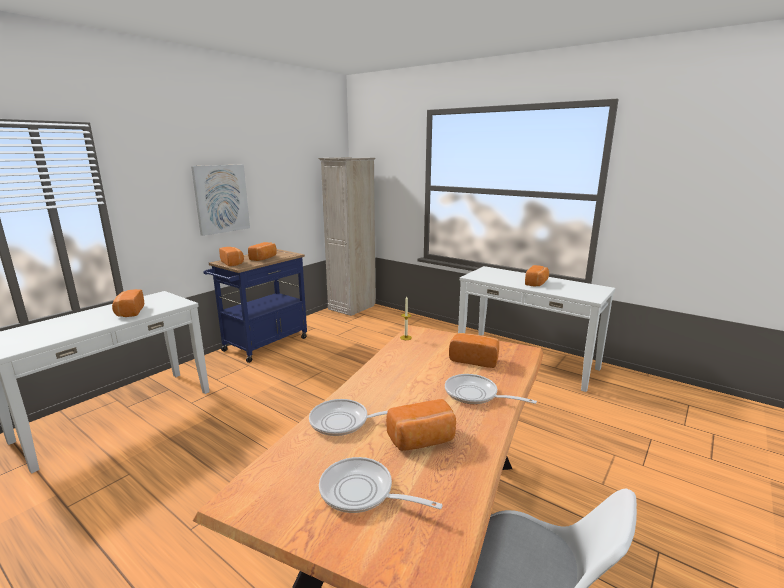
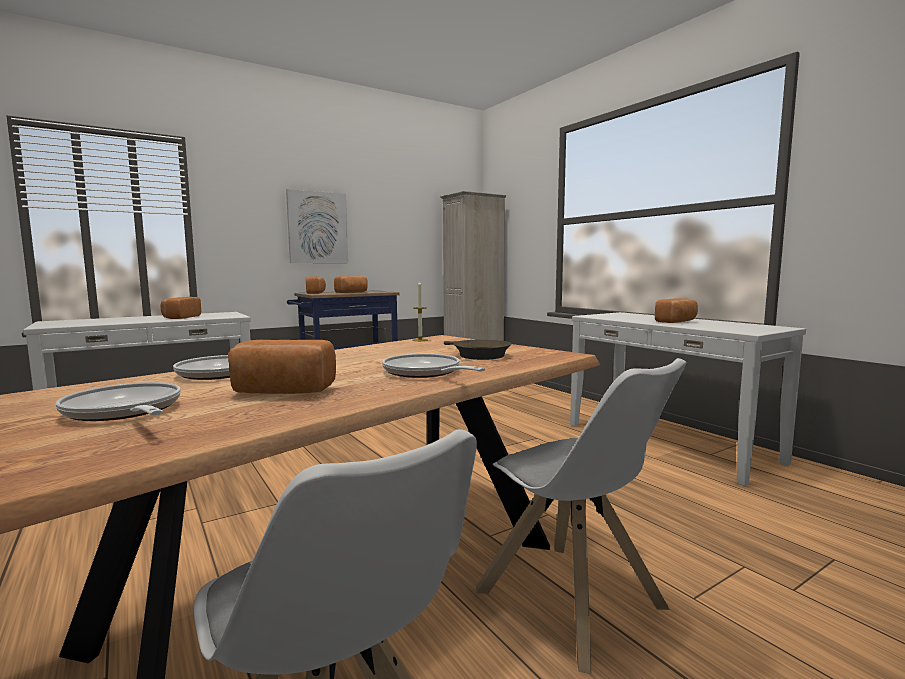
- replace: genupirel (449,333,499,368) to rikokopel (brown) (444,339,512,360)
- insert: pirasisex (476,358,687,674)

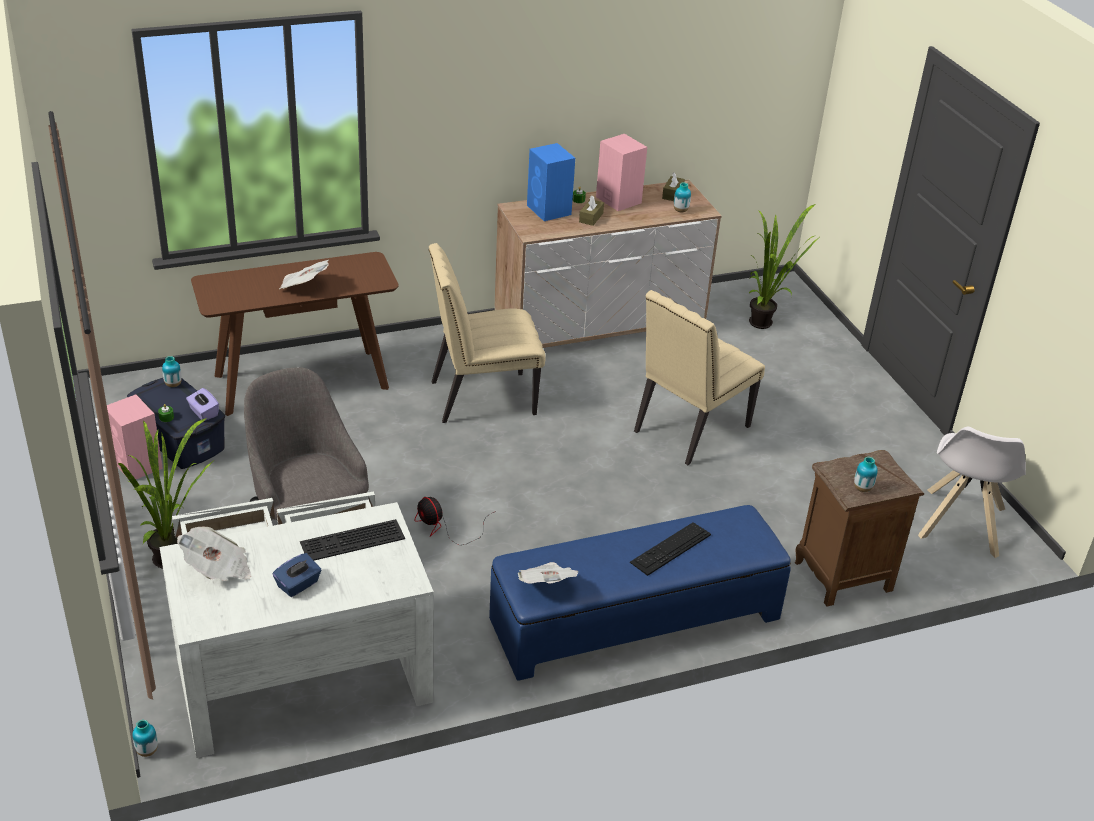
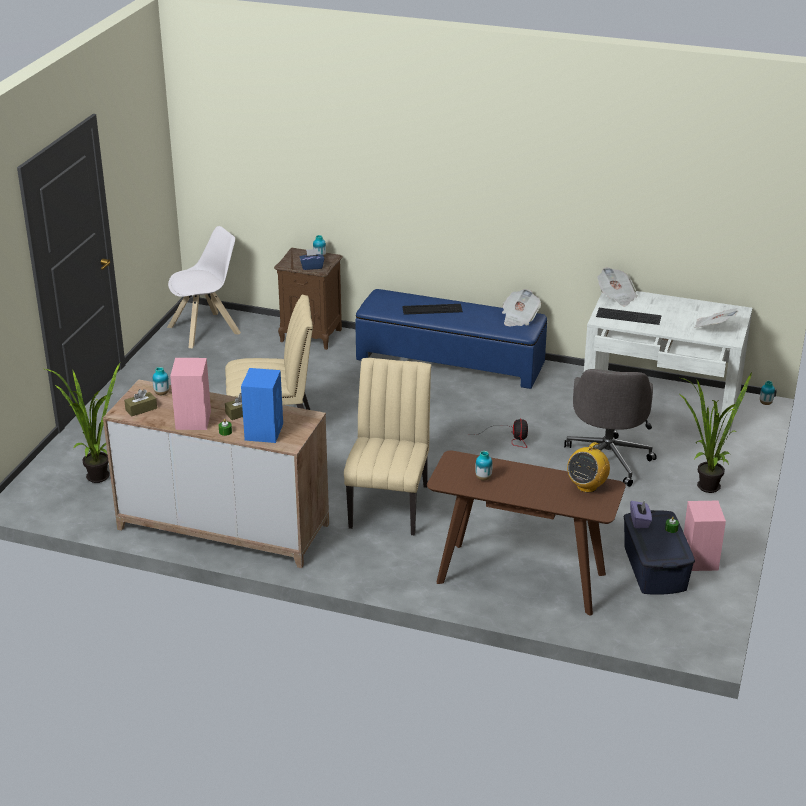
- move: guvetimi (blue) (273,553,322,597) to (300,249,324,270)
- rotate: pirasisex (beige) (429,243,546,423) = (344,358,431,536) 105 degrees counterclockwise
- move: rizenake (162,356,182,387) to (475,451,492,481)
- insert: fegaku (567,442,610,493)
- move: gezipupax (279,260,329,289) to (597,267,638,306)

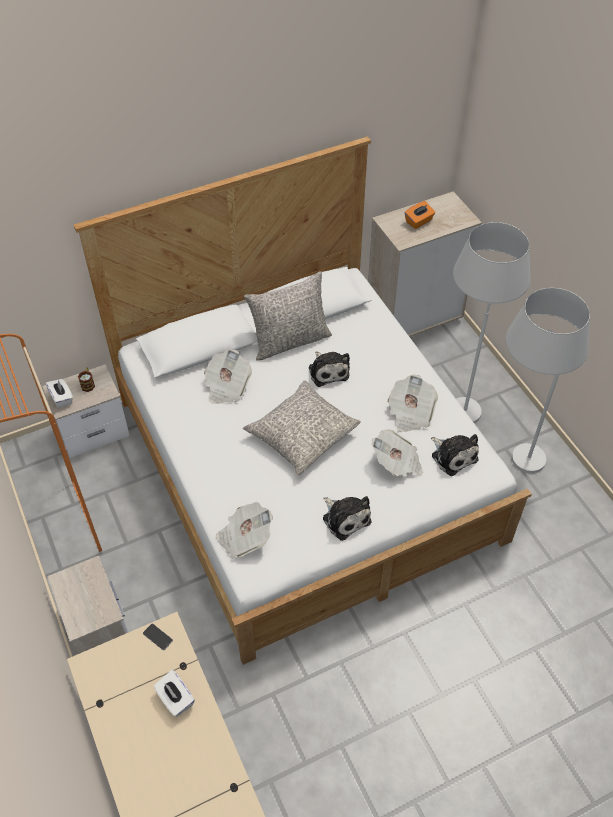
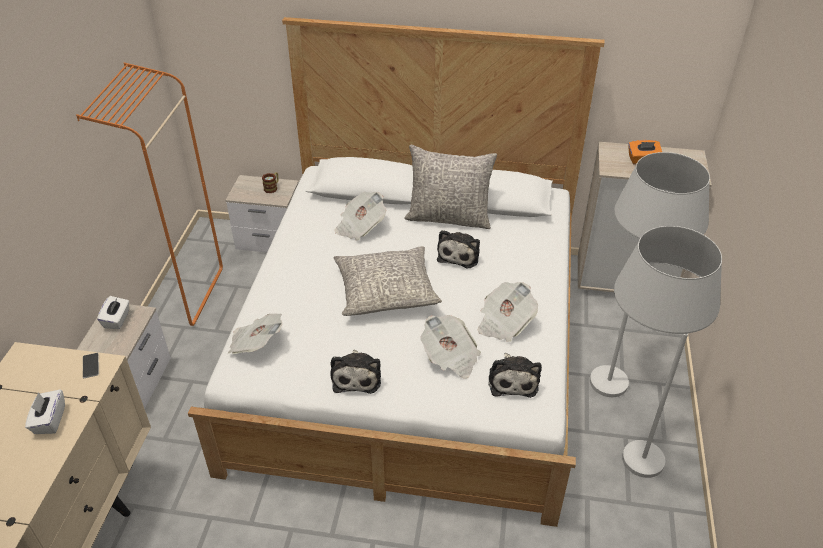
- move: guvetimi (white) (46,379,73,409) to (97,296,129,329)

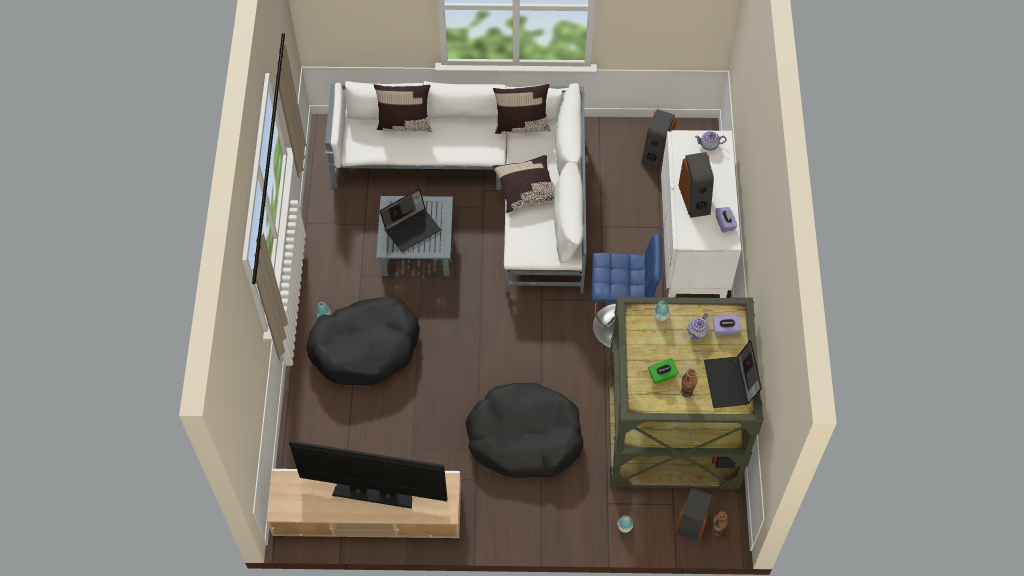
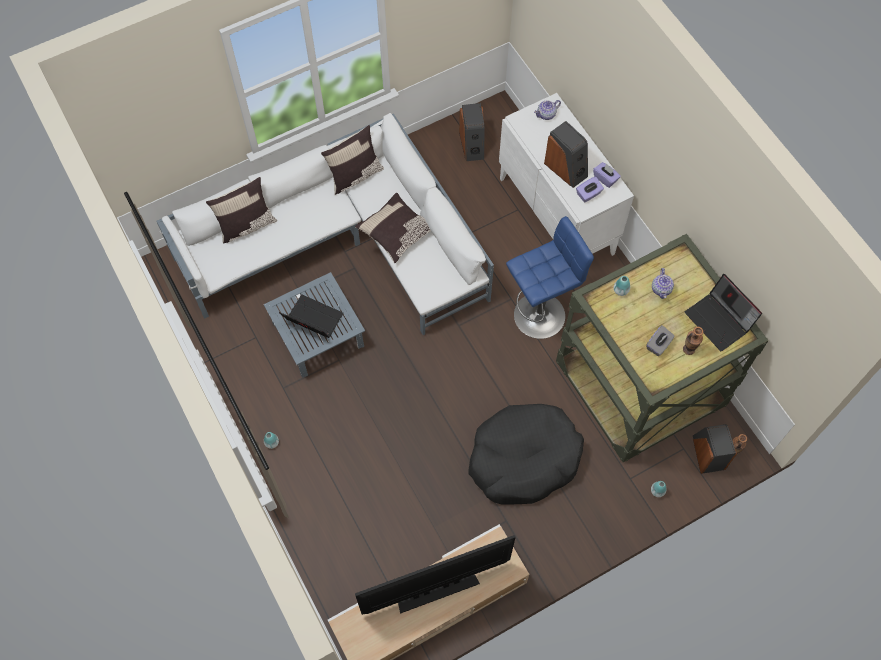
- rotate: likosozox (380,189,441,252) = (279,295,343,338) 90 degrees counterclockwise
- move: guvetimi (purple) (713,315,741,335) to (576,177,604,202)
- recolor: guvetimi (green) (648,358,679,384) to guvetimi (grey) (646,325,674,356)
- delete: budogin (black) (306,297,420,385)

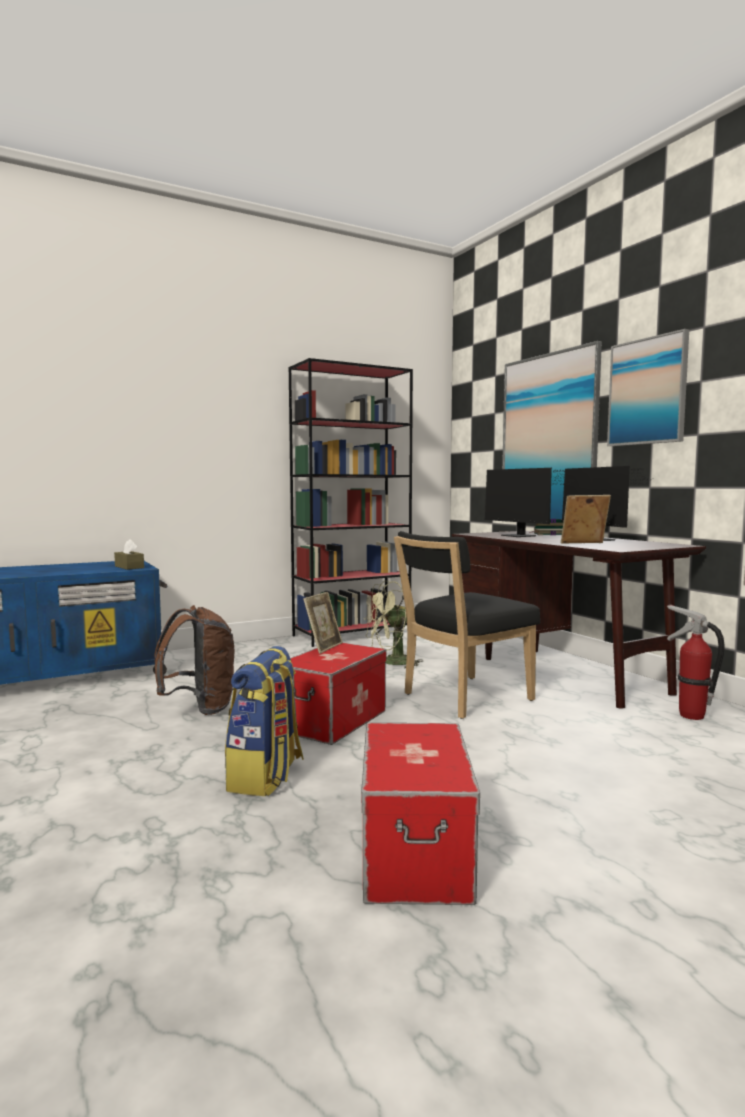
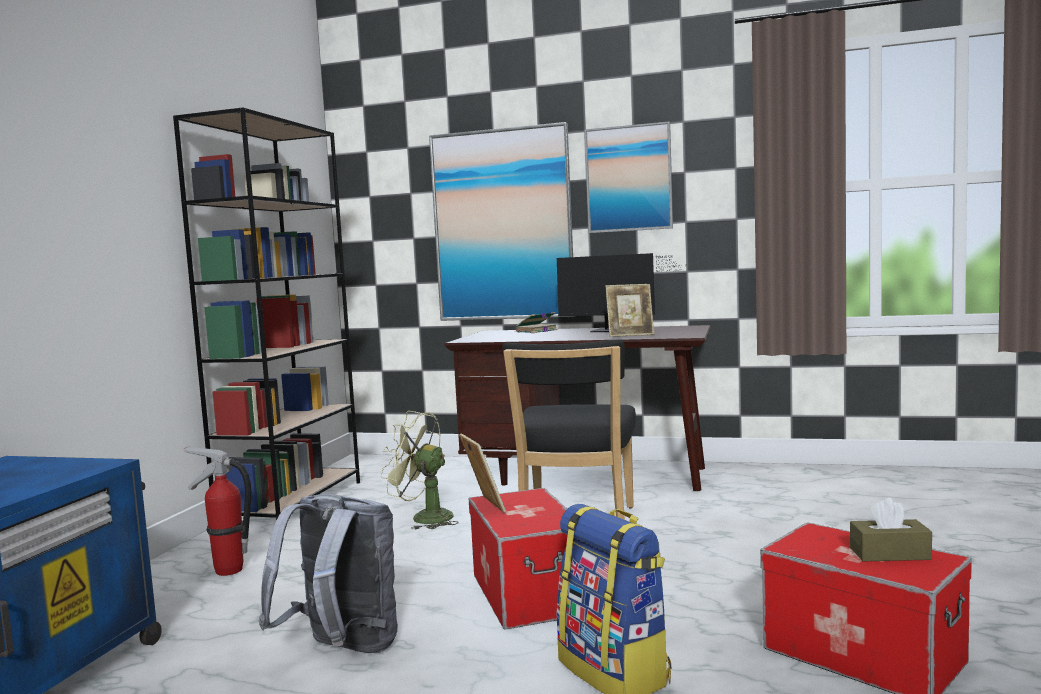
- recolor: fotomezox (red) (289,358,413,647) to fotomezox (beige) (173,108,360,520)
- move: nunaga (667,605,725,720) to (183,446,252,576)
- recolor: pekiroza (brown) (155,605,234,715) to pekiroza (grey) (258,493,398,653)
- rotate: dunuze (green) (364,581,424,669) = (381,411,459,530) 90 degrees clockwise
- rotate: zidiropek (561,495,611,544) = (606,284,654,337) 135 degrees counterclockwise
- move: guvetimi (brown) (114,539,144,570) to (850,498,932,561)
- delete: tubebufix (484,468,574,537)

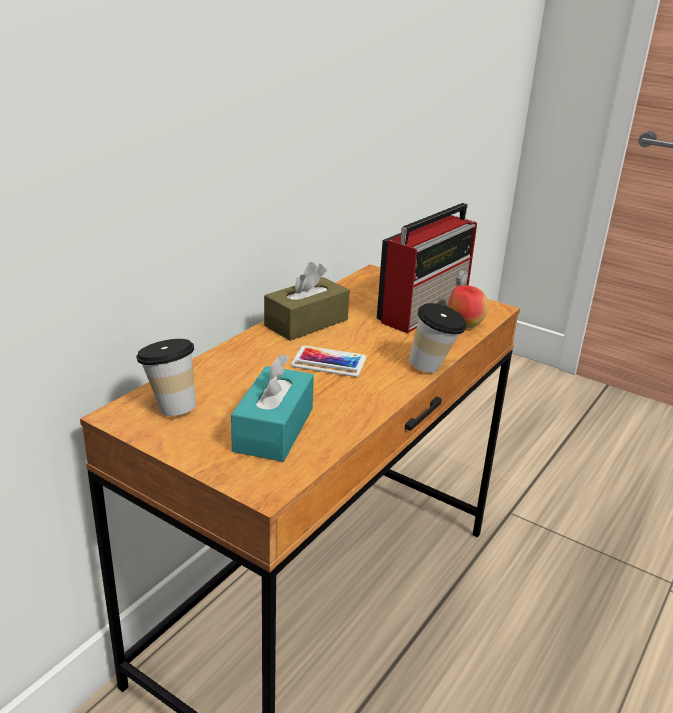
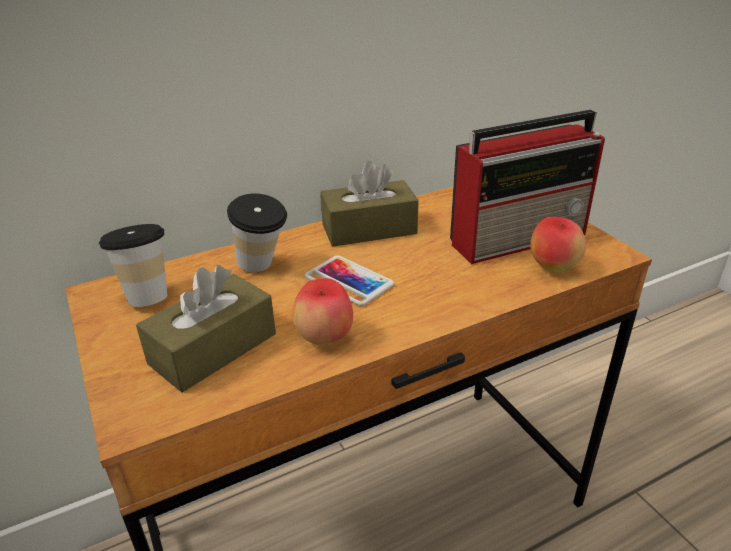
- recolor: guvetimi (turquoise) (231,354,314,462) to guvetimi (brown) (136,265,276,393)
- move: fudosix (409,303,467,373) to (227,193,287,272)
- insert: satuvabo (293,278,353,345)

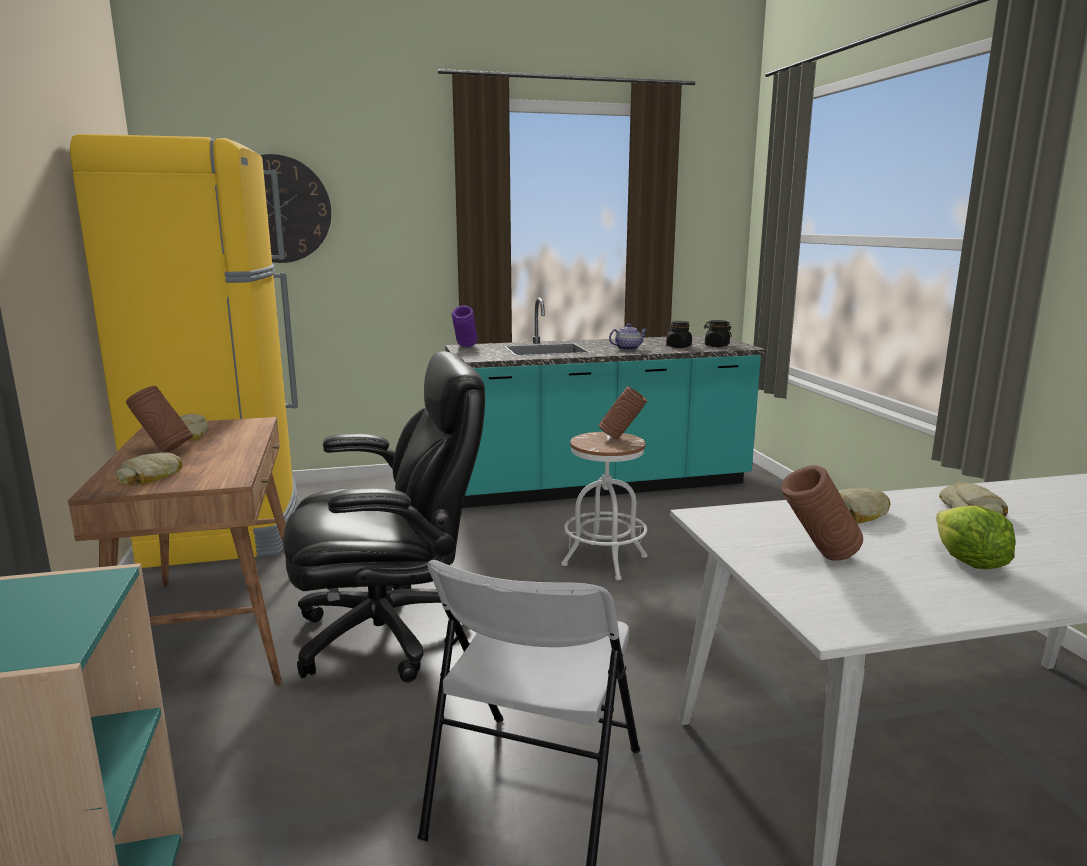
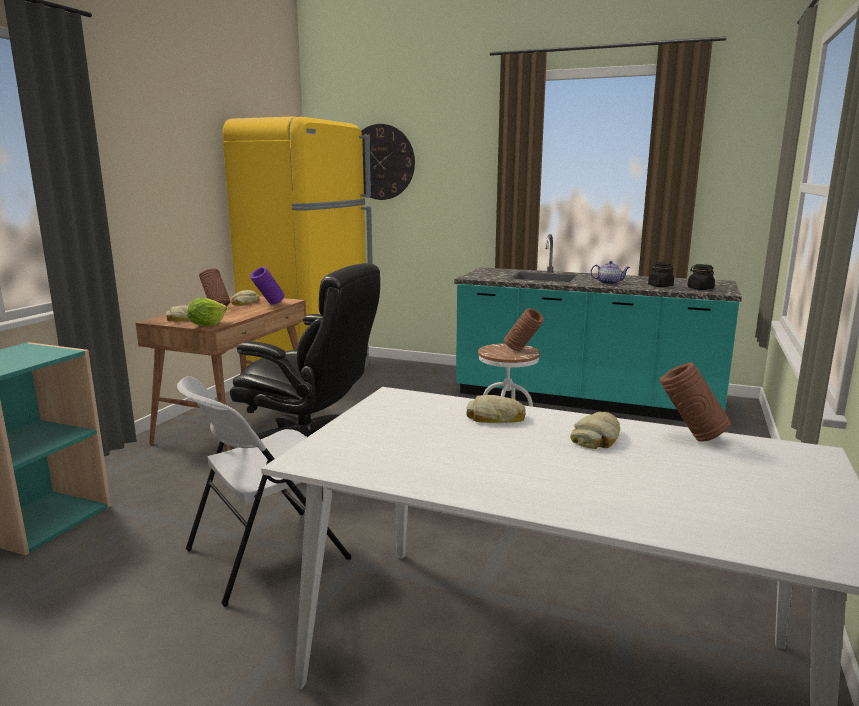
- move: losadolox (936,505,1016,569) to (187,298,227,326)
- move: rizenake (purple) (452,305,477,347) to (250,267,284,305)
- move: rizenake (brown) (782,465,863,561) to (660,362,731,441)

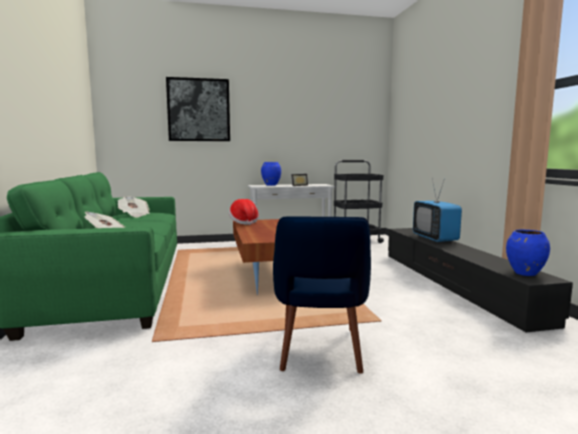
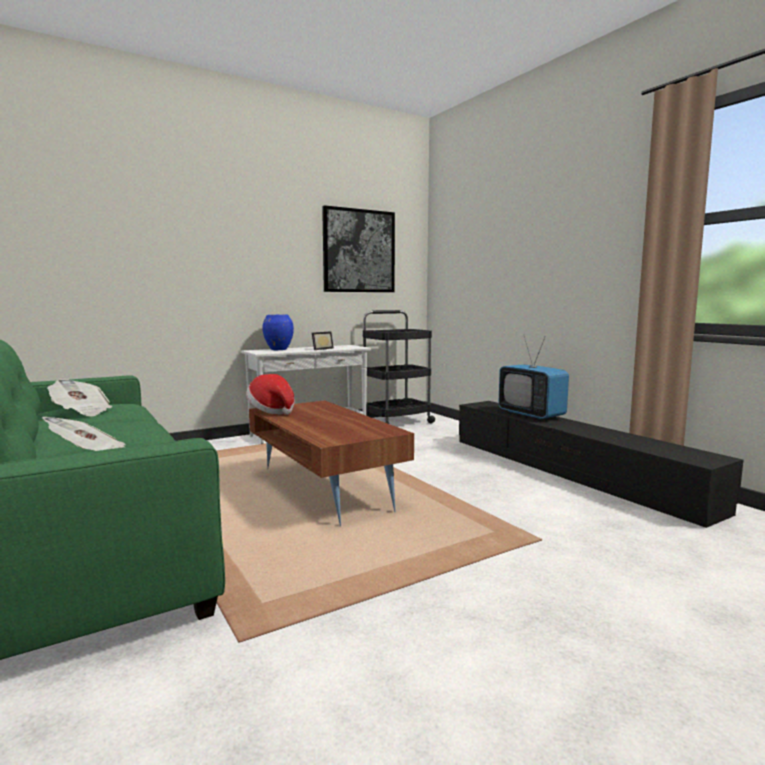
- move: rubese (166,77,230,141) to (322,205,395,292)
- delete: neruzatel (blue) (273,216,371,374)
- delete: rizenake (blue) (506,229,550,276)

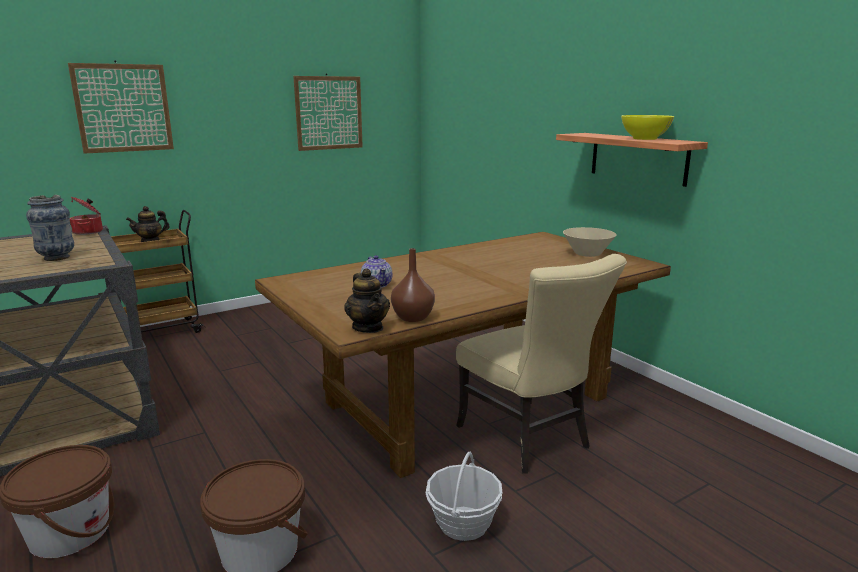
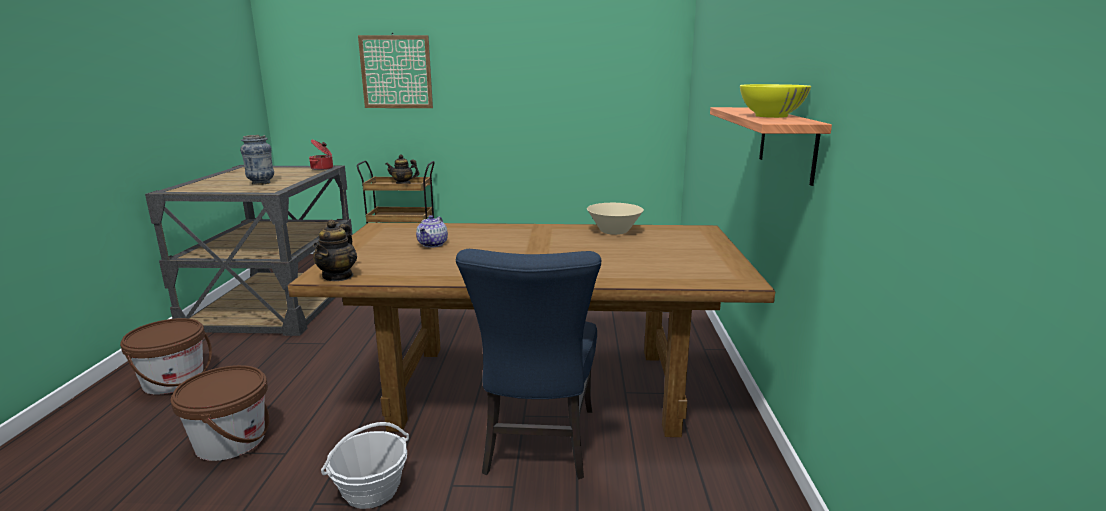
- recolor: pirasisex (beige) (456,254,627,473) to pirasisex (blue) (456,249,601,479)
- move: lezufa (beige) (563,227,617,257) to (587,203,644,235)
- delete: rubese (293,73,363,151)
- delete: rizenake (brown) (391,248,435,322)

